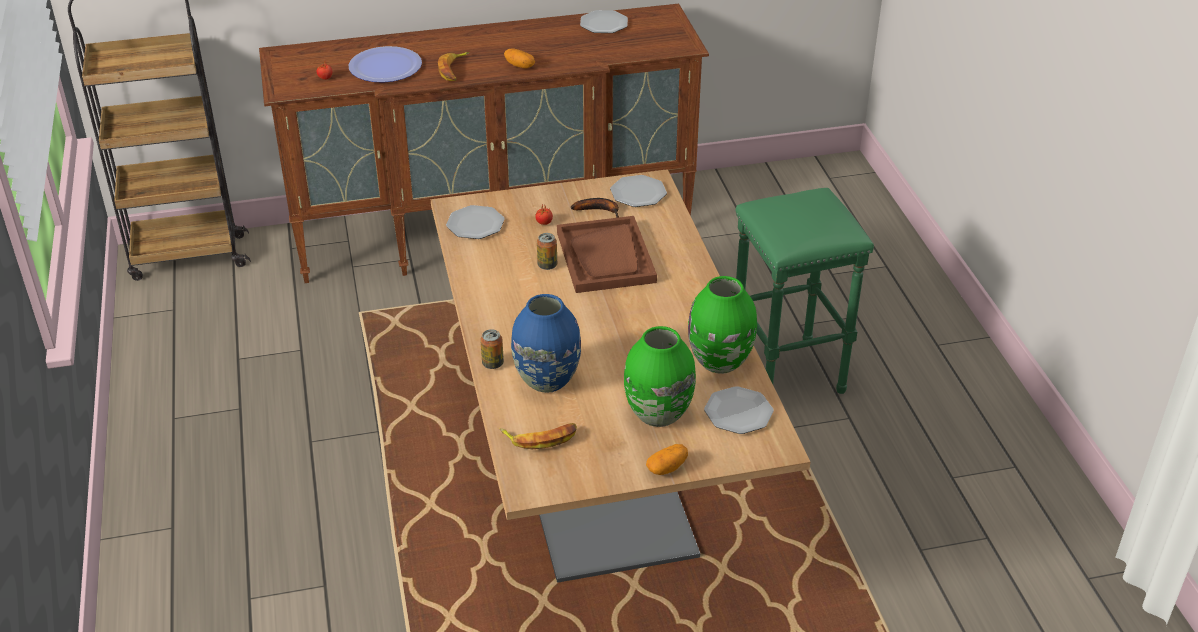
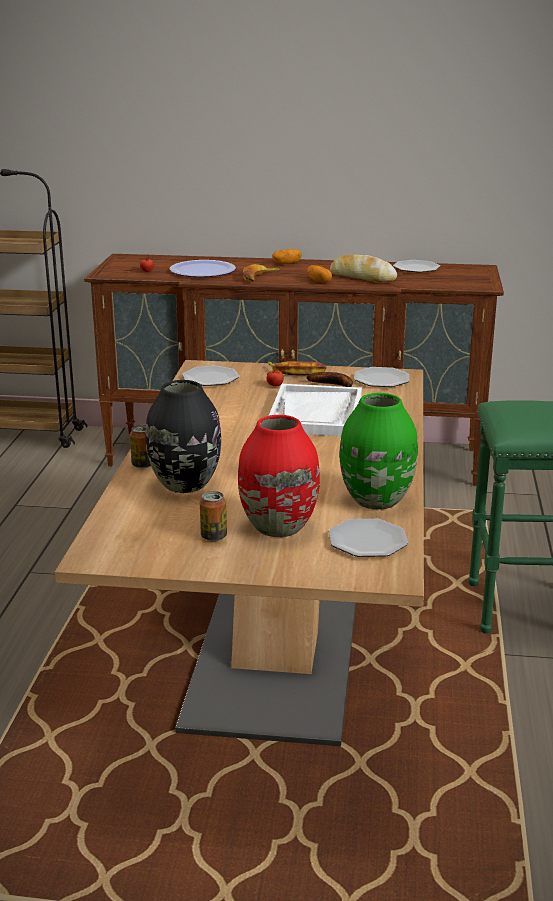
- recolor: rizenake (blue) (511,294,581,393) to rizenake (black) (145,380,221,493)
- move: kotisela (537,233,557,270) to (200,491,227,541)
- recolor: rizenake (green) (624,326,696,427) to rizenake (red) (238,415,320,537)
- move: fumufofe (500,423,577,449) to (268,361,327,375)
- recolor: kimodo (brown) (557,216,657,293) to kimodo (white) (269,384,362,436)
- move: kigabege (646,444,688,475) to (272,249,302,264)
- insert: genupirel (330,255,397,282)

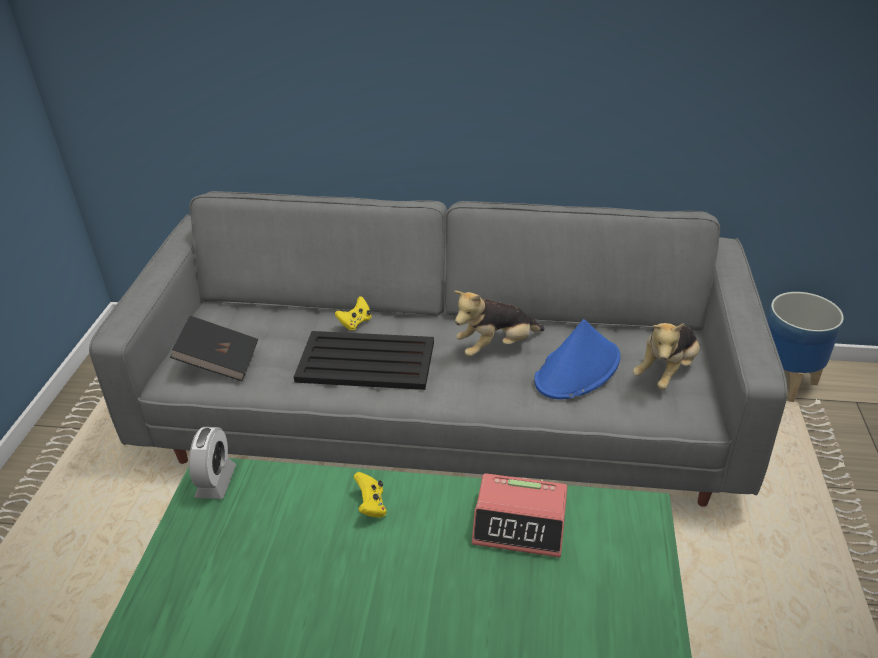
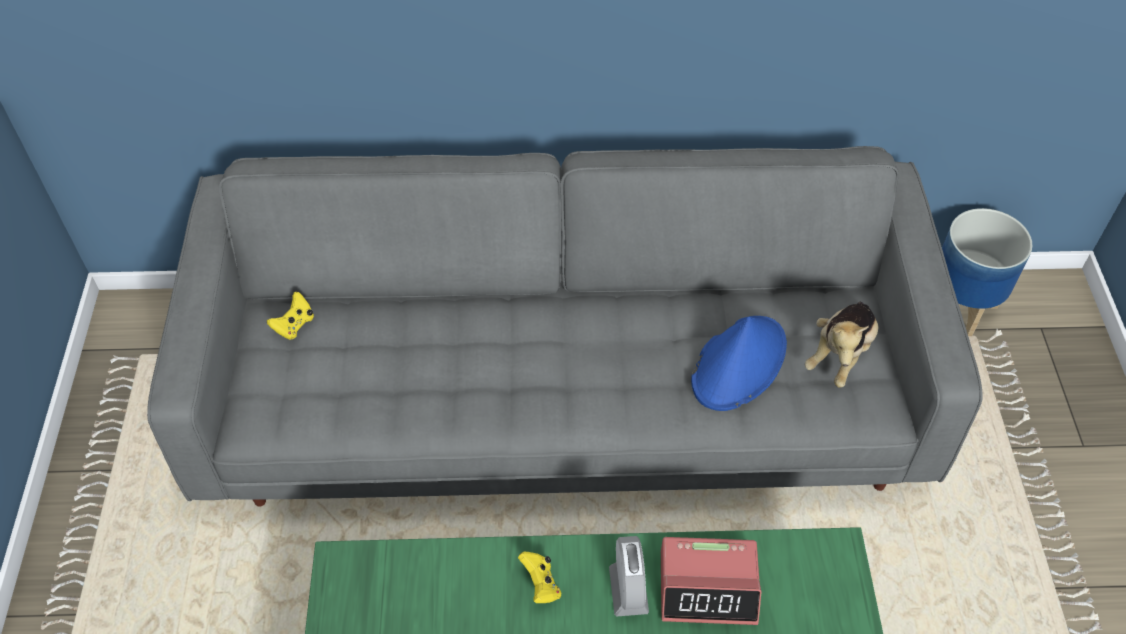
- move: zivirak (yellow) (335,296,372,331) to (267,292,314,340)
- move: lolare (189,427,236,499) to (609,536,649,616)
- delete: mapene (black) (170,316,258,381)
- delete: kimodo (black) (294,331,434,390)
- delete: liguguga (454,291,545,357)

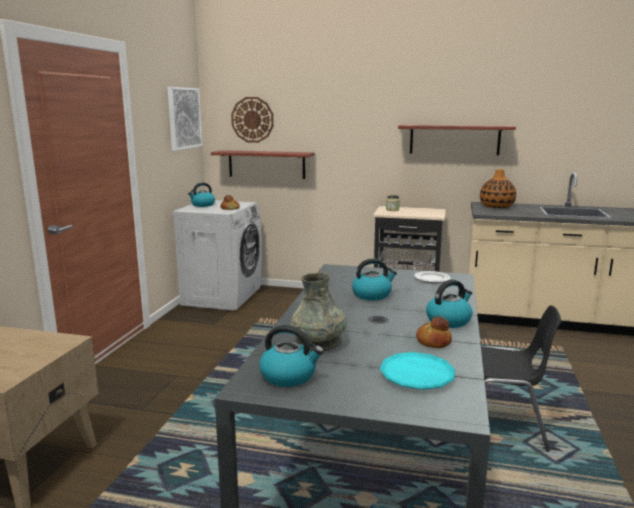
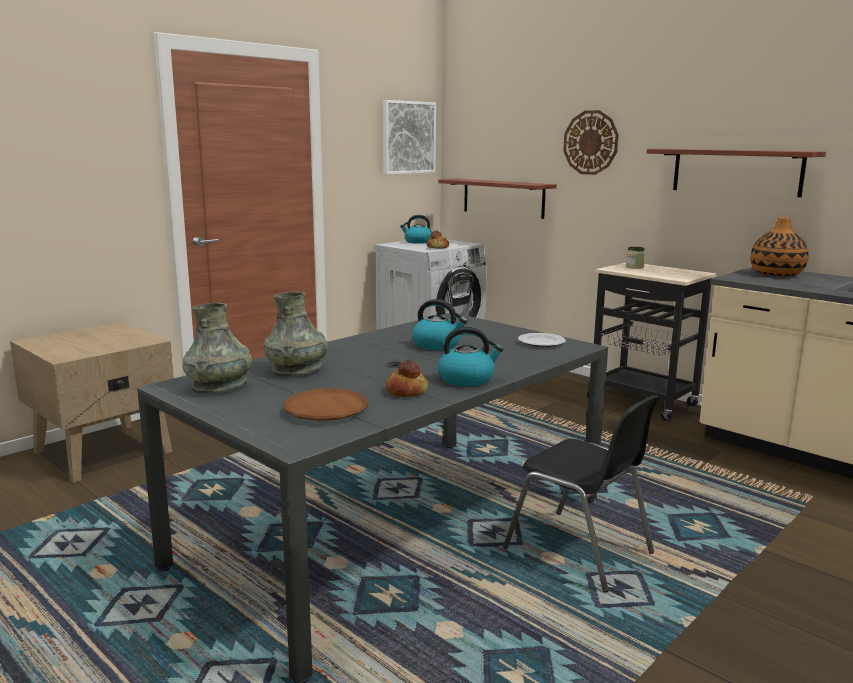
- replace: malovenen (259,325,324,387) to rizenake (grey) (182,303,252,394)
- recolor: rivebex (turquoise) (380,352,456,390) to rivebex (brown) (284,388,369,421)
- move: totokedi (231,97,274,143) to (563,110,619,175)

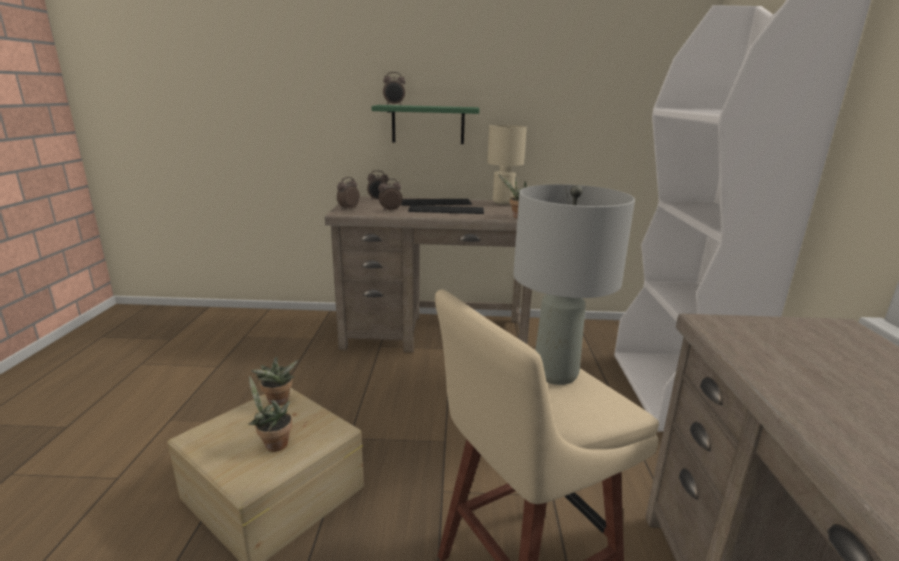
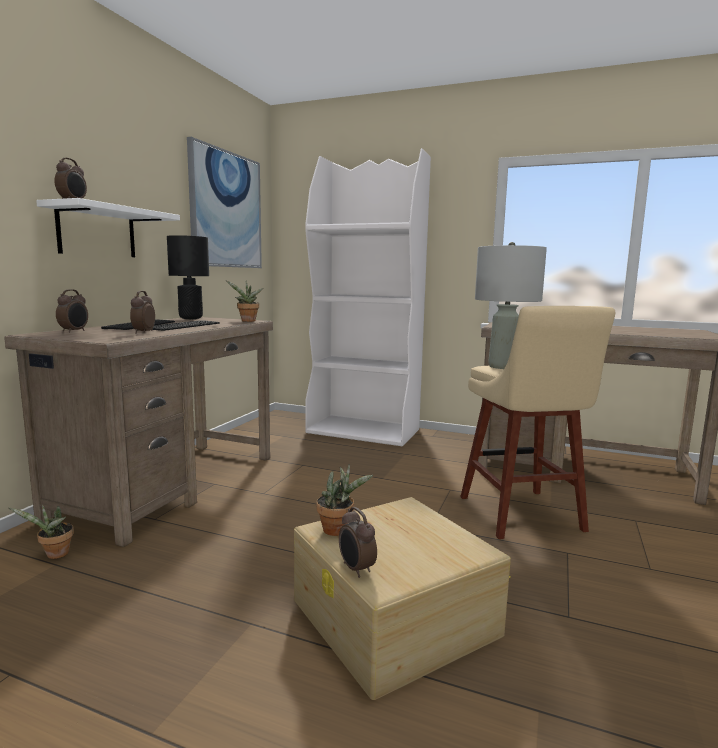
- move: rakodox (248,376,292,452) to (8,505,74,559)
- recolor: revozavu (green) (371,105,479,144) to revozavu (white) (36,198,180,257)
- recolor: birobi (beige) (487,125,527,205) to birobi (black) (167,235,209,319)
- insert: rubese (187,137,262,268)
- move: lolare (337,177,360,210) to (339,507,377,578)

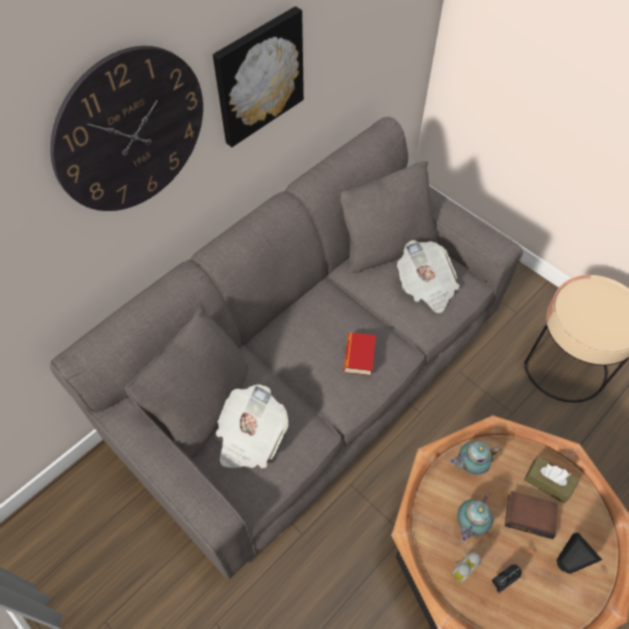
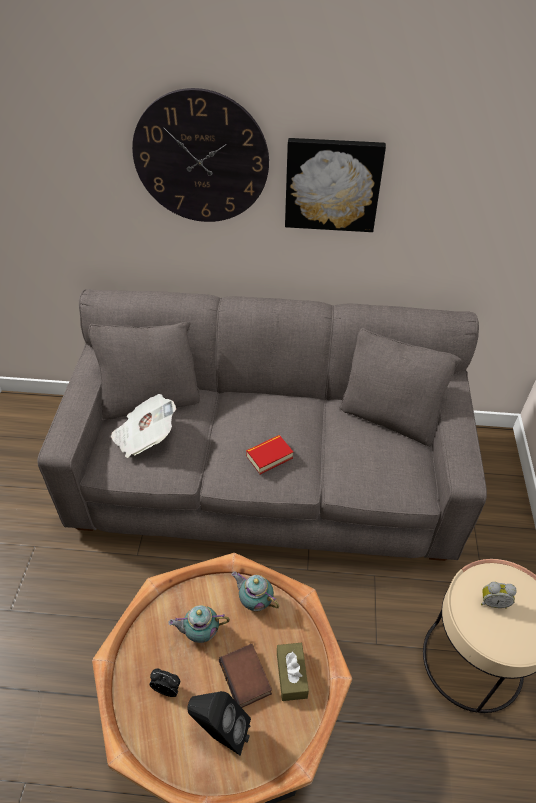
- move: lolare (452,552,481,583) to (481,582,517,609)
- delete: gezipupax (397,240,460,313)

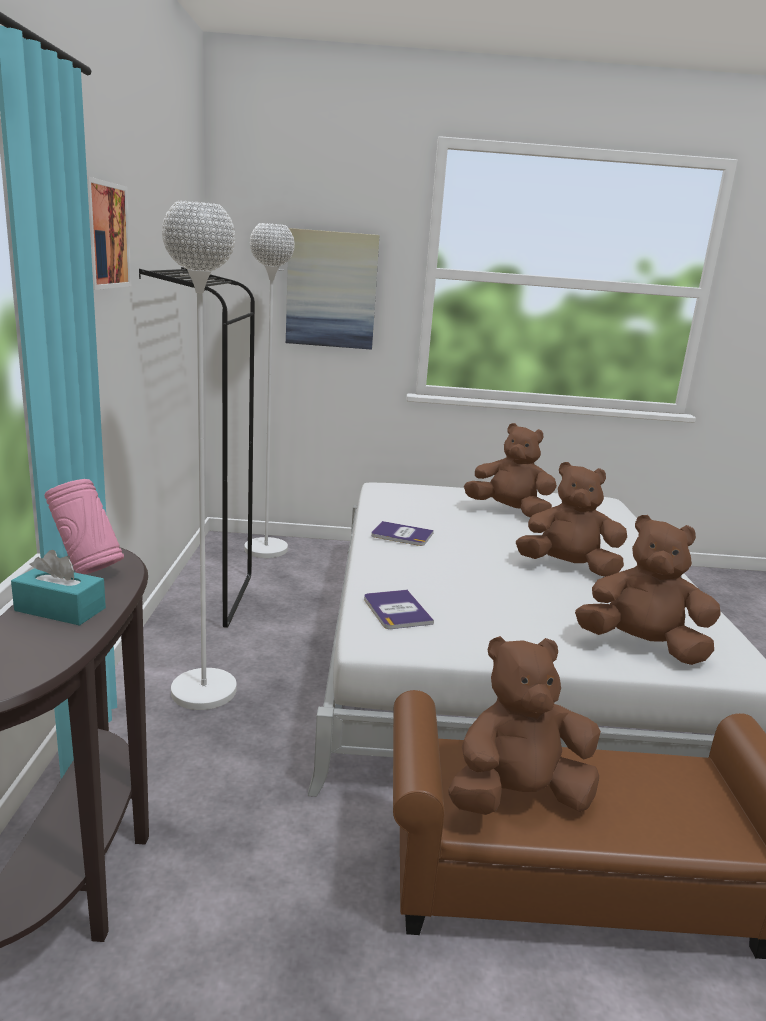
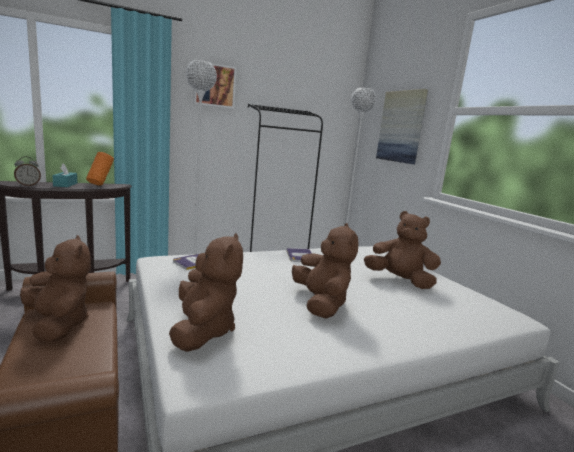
- insert: lolare (14,157,41,186)
- recolor: rizenake (pink) (44,479,124,574) to rizenake (orange) (86,152,114,186)
- rotate: liguguga (brown) (464,423,557,518) = (364,211,441,289) 60 degrees counterclockwise

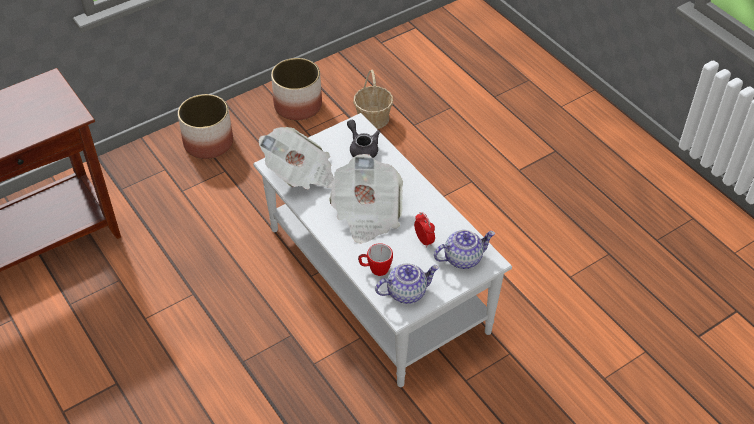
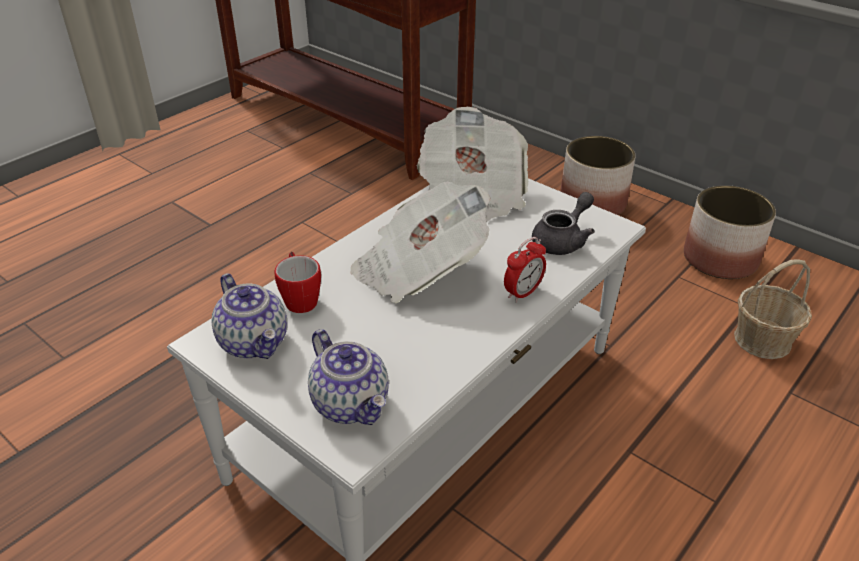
- move: lolare (414,212,435,248) to (504,237,546,302)

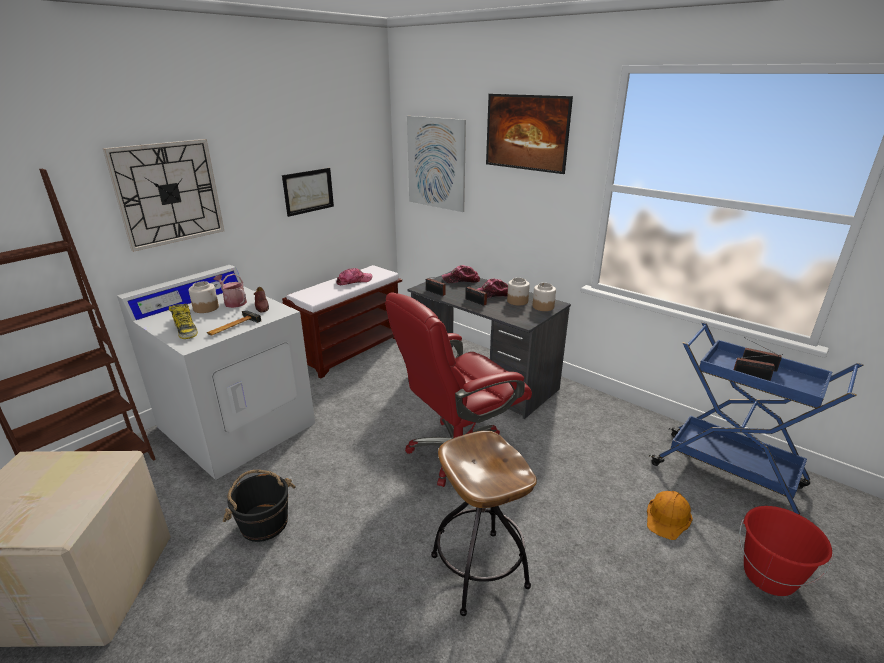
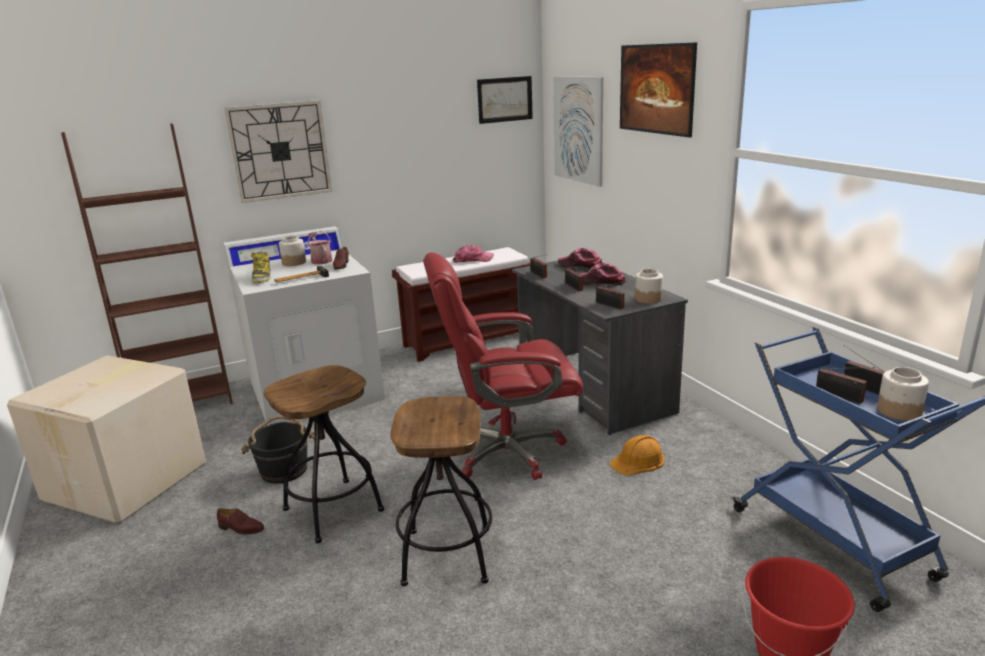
- insert: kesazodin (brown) (217,508,264,535)
- insert: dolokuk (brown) (263,365,384,543)
- move: rubese (282,168,334,217) to (477,76,533,124)
- insert: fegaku (596,282,625,309)
- move: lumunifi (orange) (647,491,693,540) to (609,435,665,476)
- move: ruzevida (507,278,530,306) to (877,367,929,421)

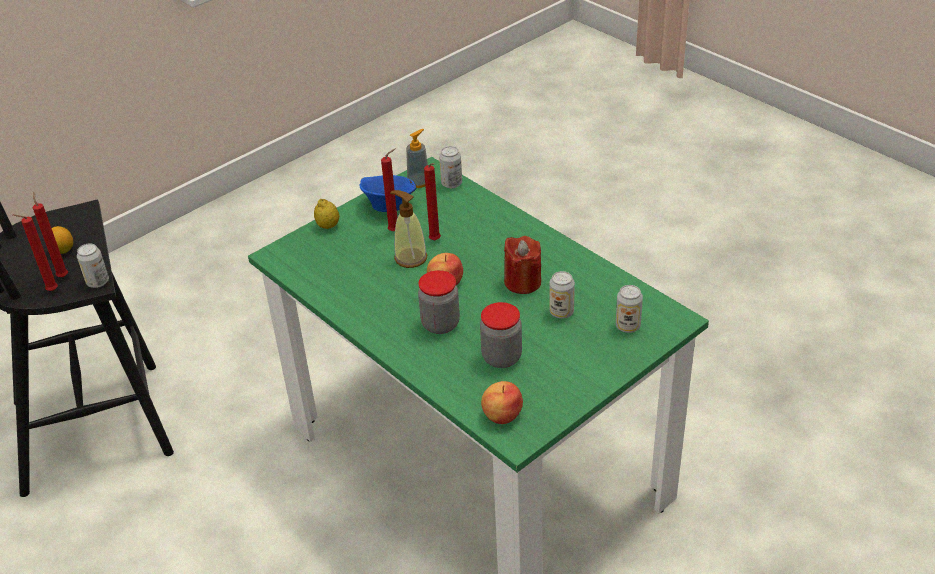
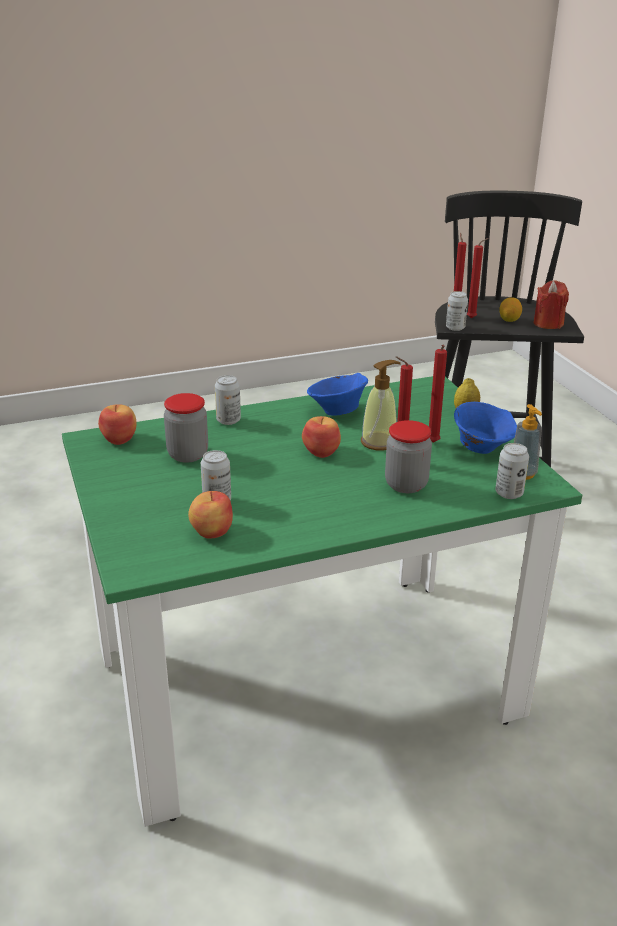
- insert: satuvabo (188,491,233,538)
- move: kotisela (616,285,643,333) to (215,375,241,425)
- insert: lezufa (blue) (307,373,368,416)
- move: ruzevida (418,270,460,334) to (385,420,432,493)
- move: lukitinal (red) (504,236,541,294) to (533,280,569,329)

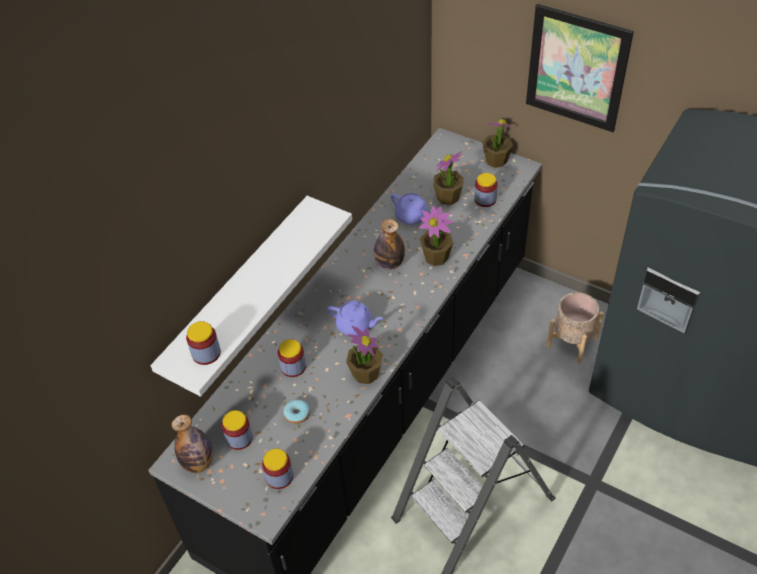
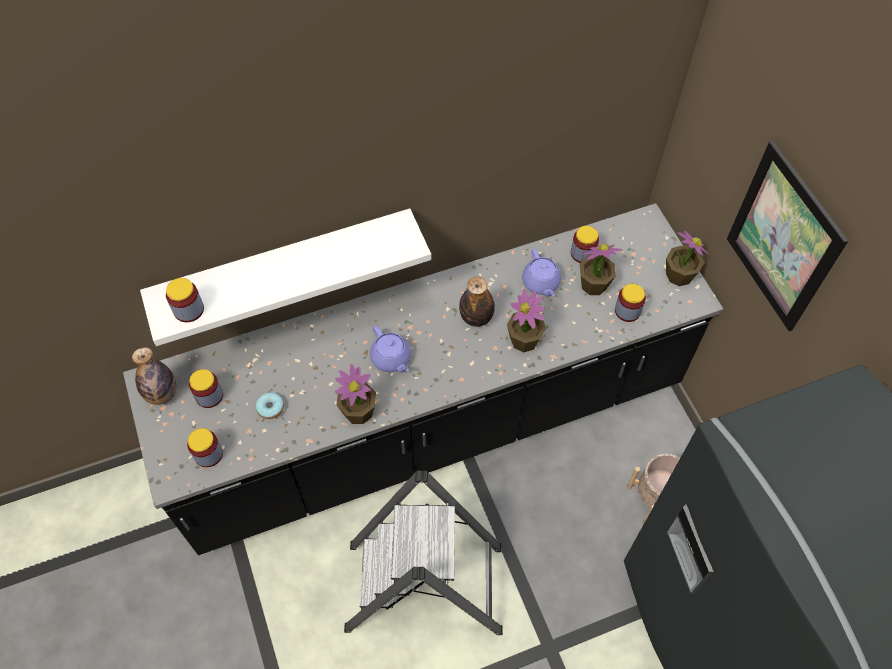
- move: ruzevida (278,339,306,377) to (571,226,599,263)

